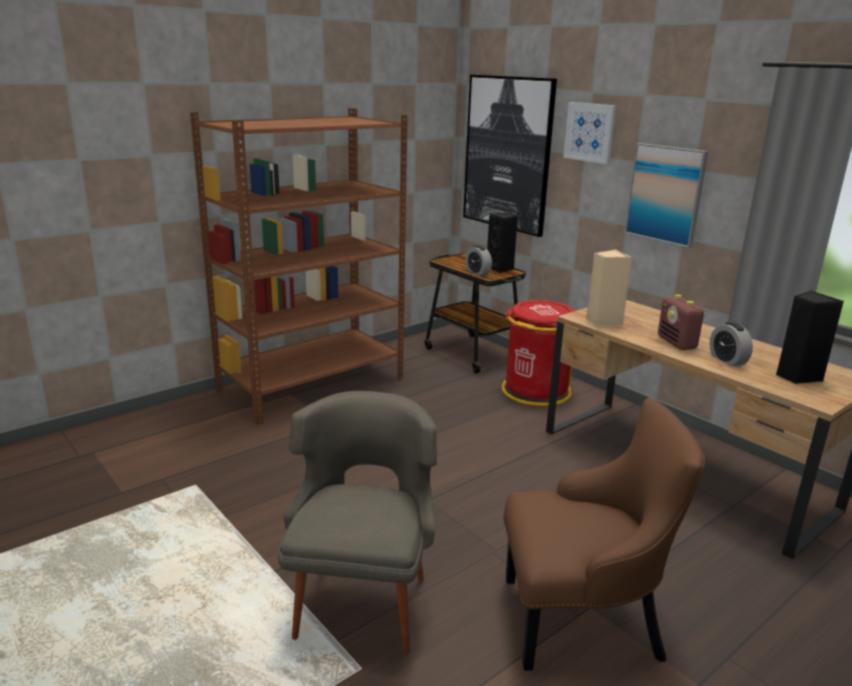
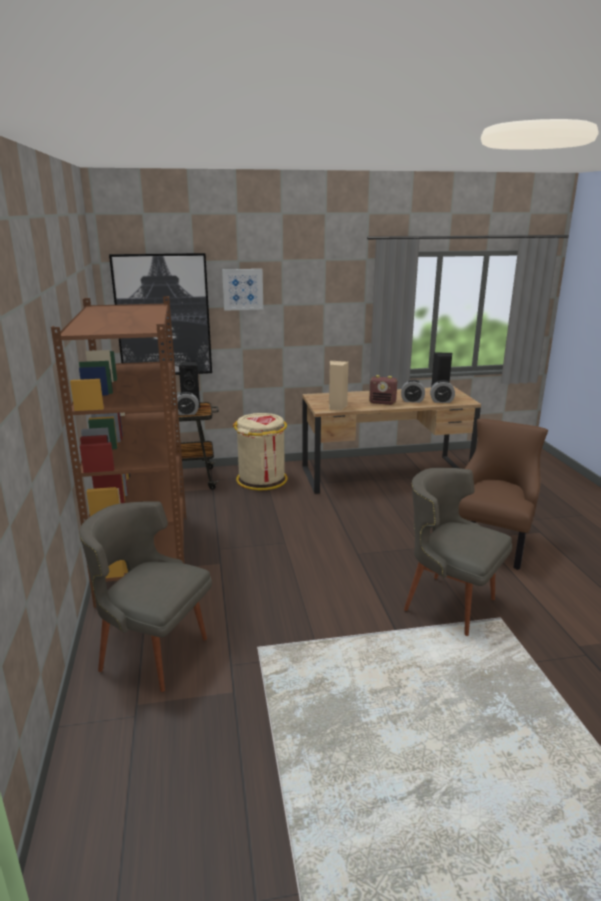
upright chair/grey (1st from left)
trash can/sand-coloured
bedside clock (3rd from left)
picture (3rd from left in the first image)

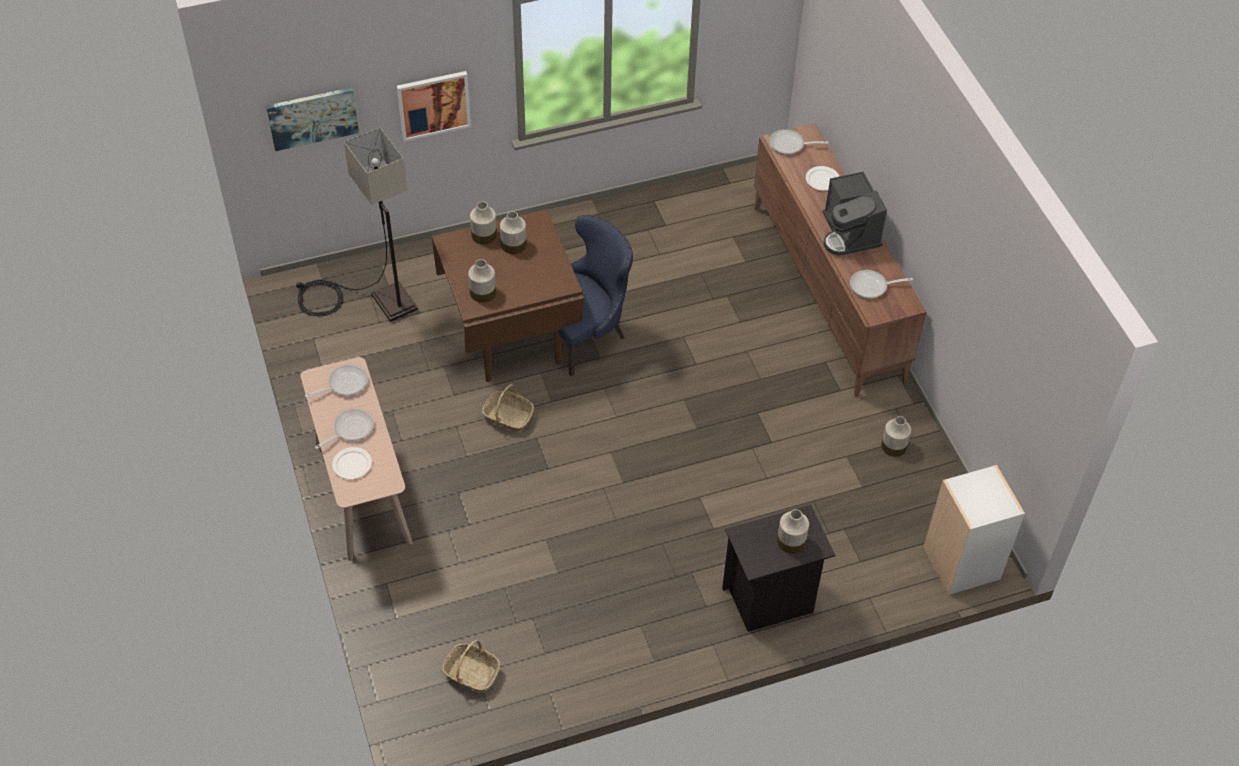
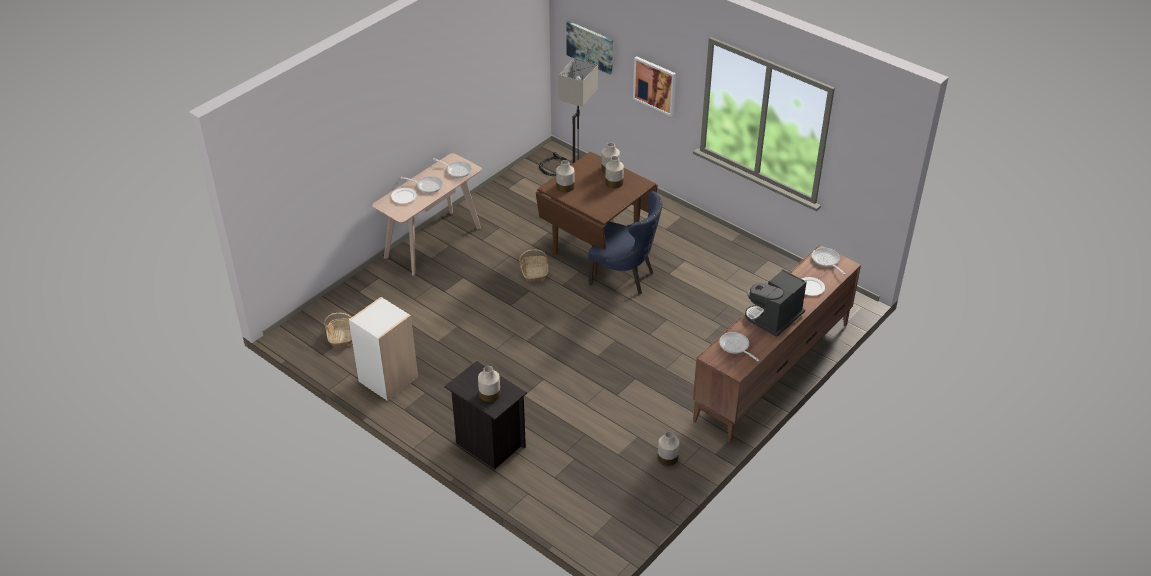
bookcase

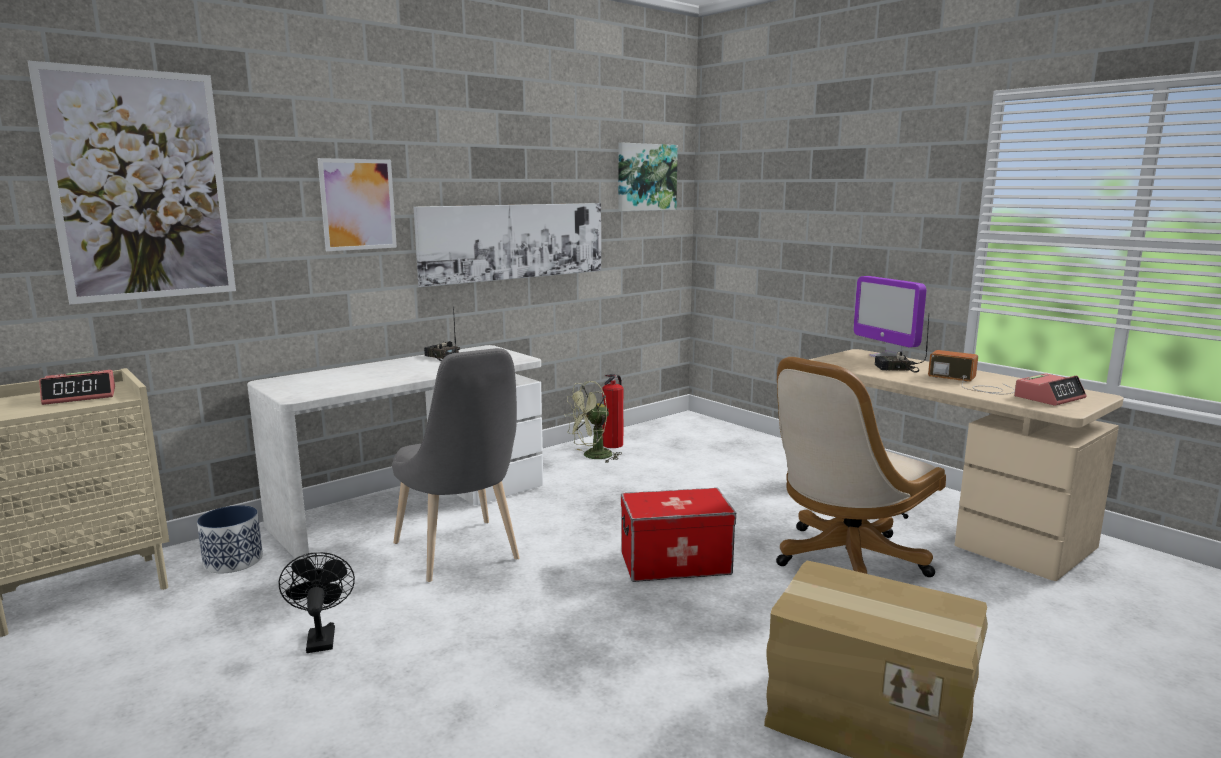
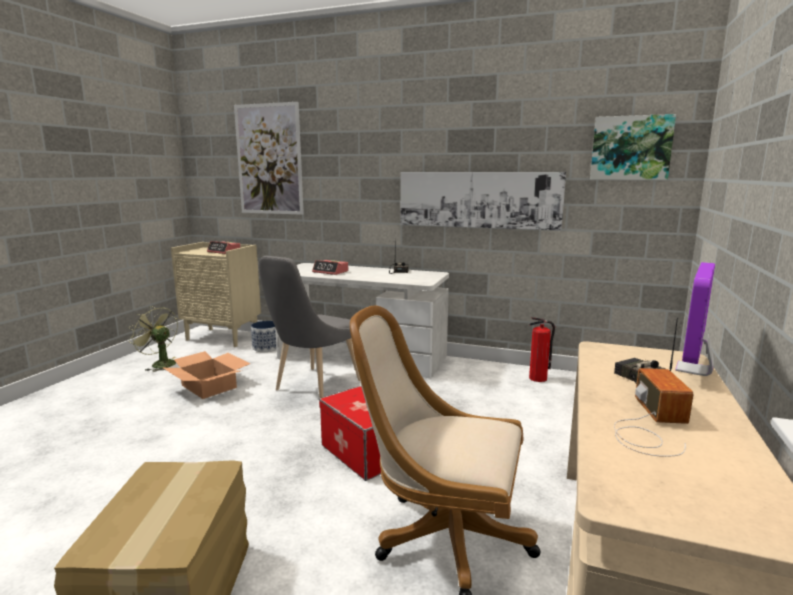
electric fan/green-coloured
cardboard box (2nd from left)
bedside clock (2nd from left)
picture (2nd from left in the first image)

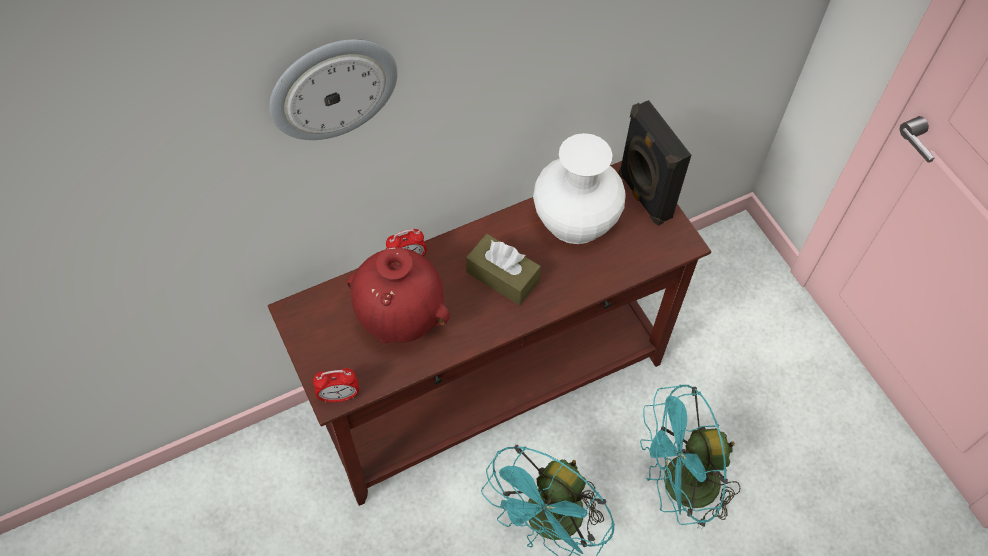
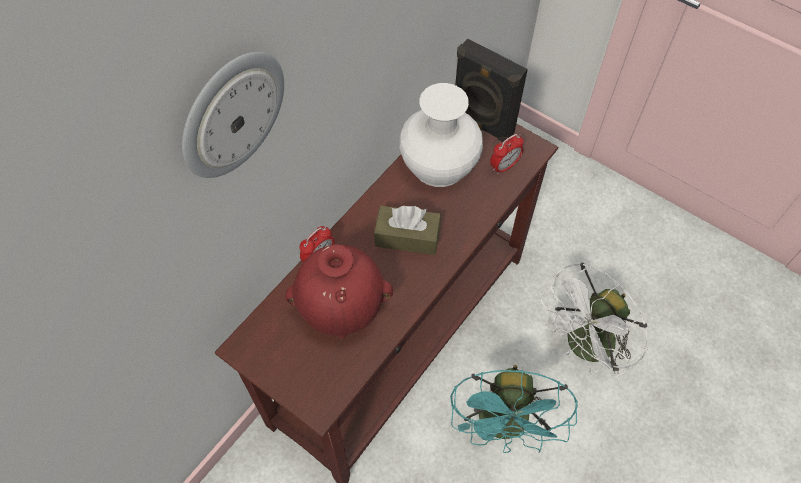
bedside clock (2nd from left)
electric fan/white

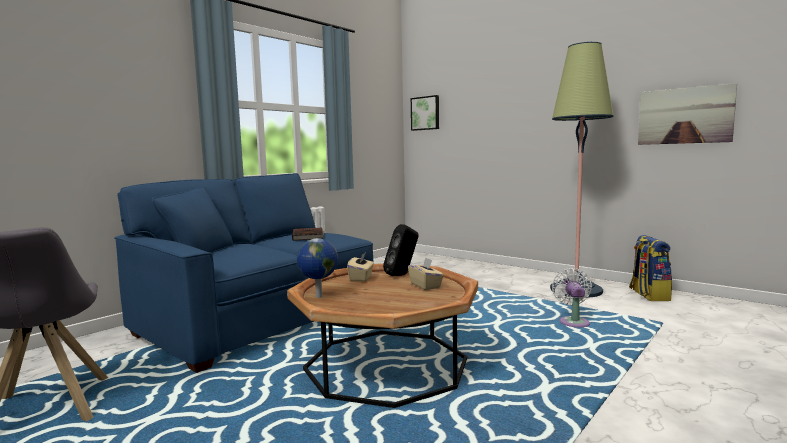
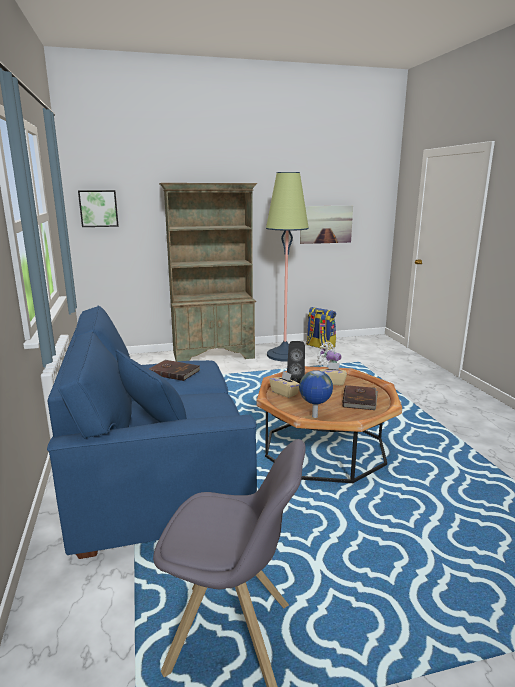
bookcase/green-coloured
book/brown-coloured (2nd from left)

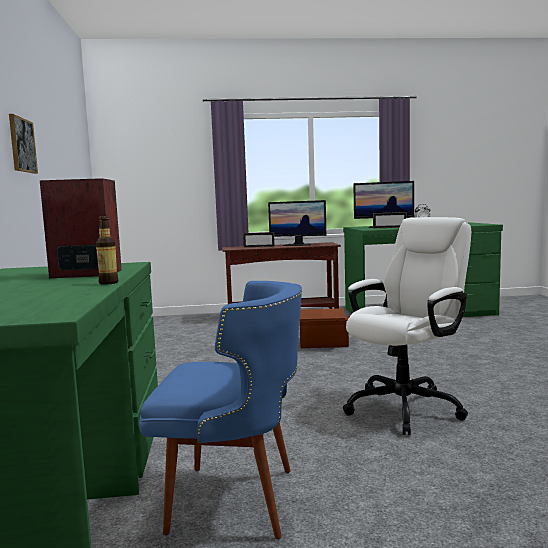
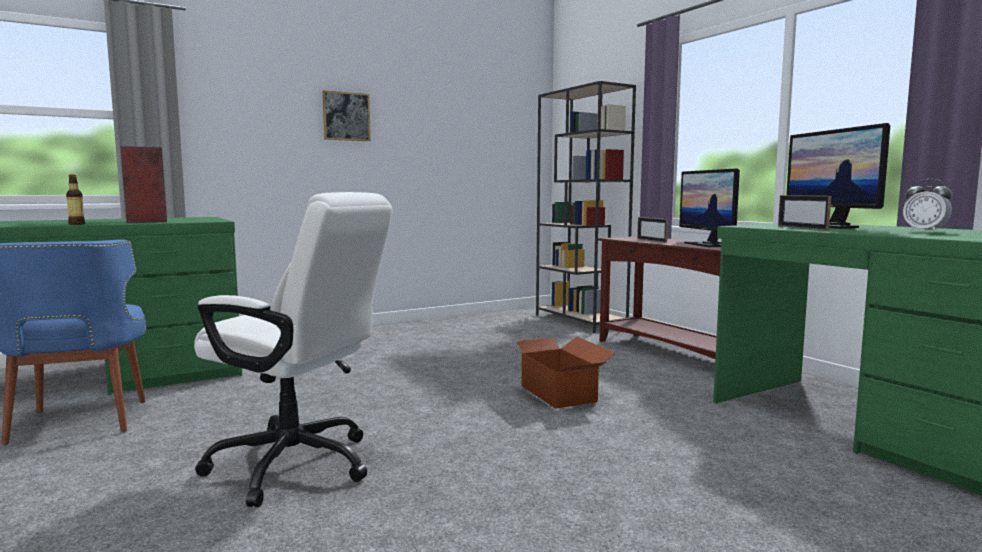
bookcase

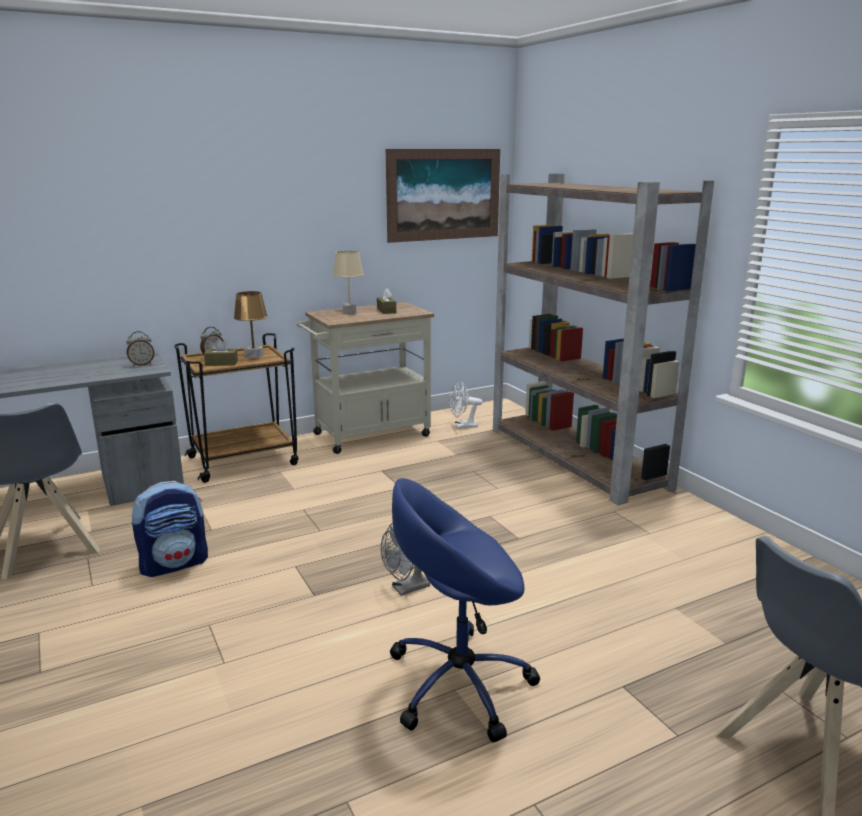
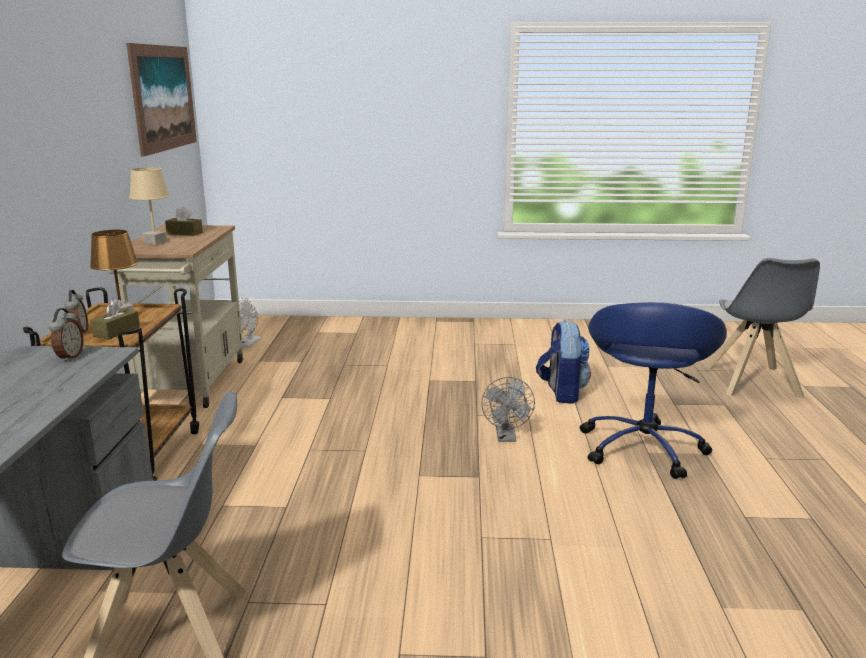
rucksack
bookcase/brown-coloured

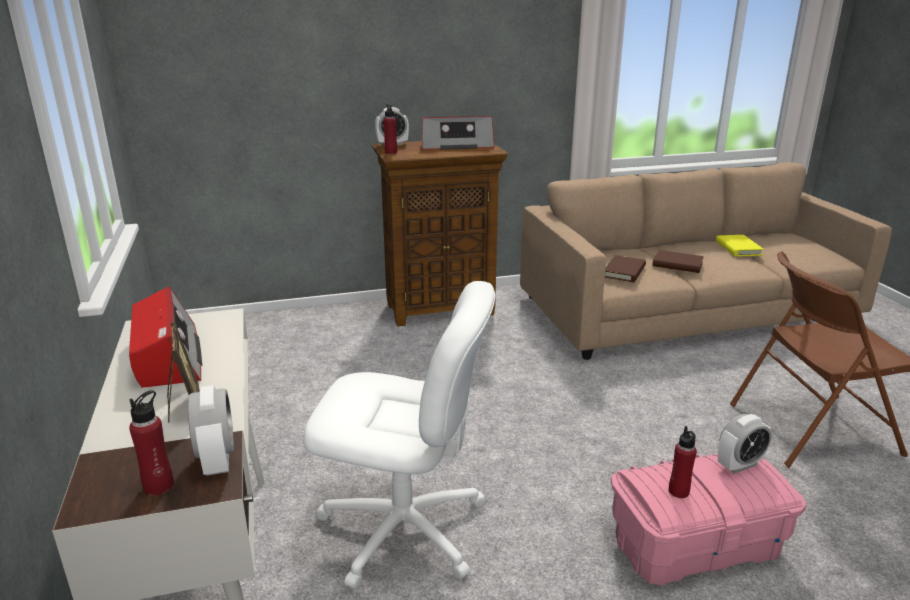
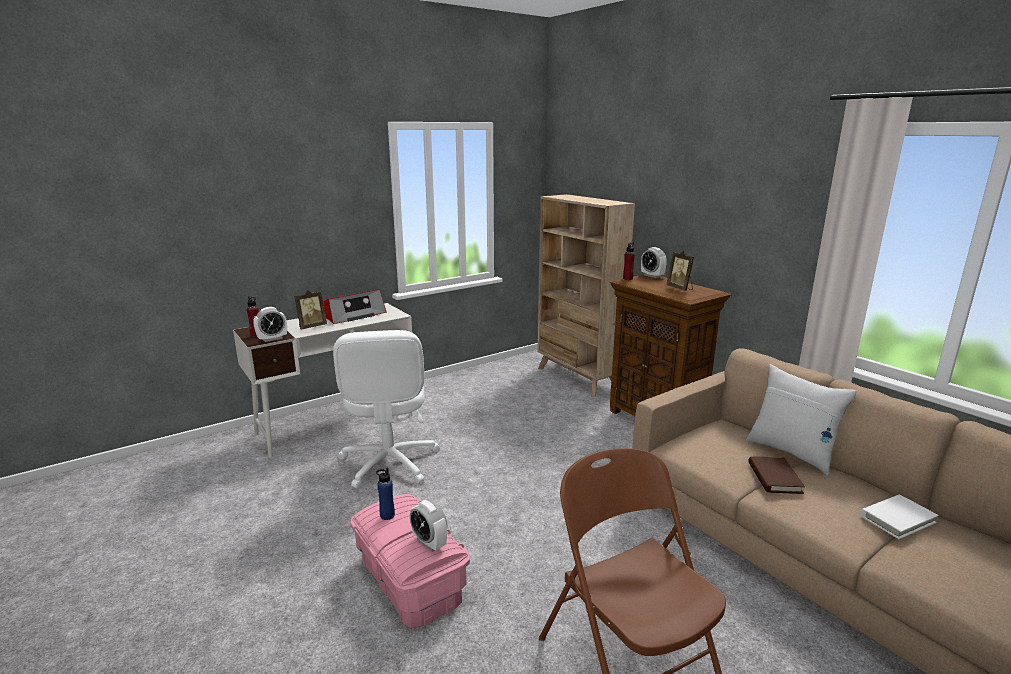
drink bottle/blue
bookcase/sand-coloured
standing frame (2nd from left)
throw pillow/grey
book/white
book/brown-coloured (1st from left in the first image)

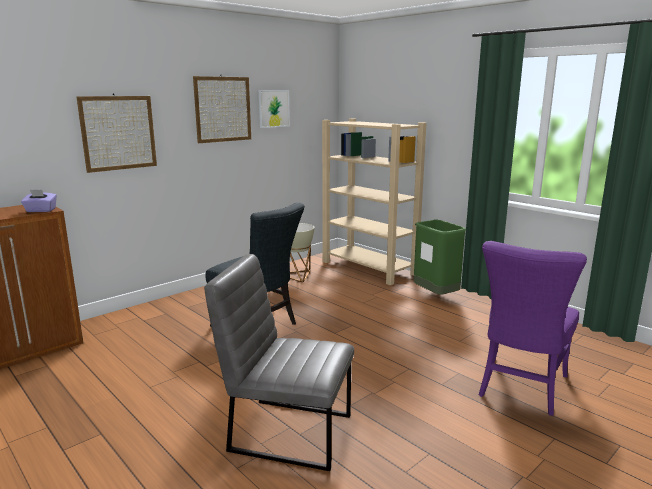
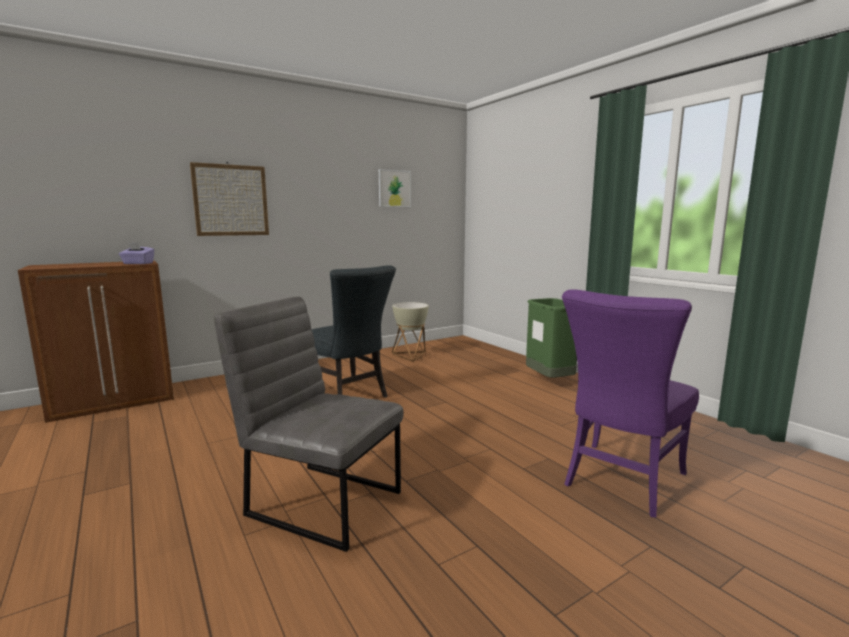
picture (2nd from left in the first image)
bookcase/sand-coloured

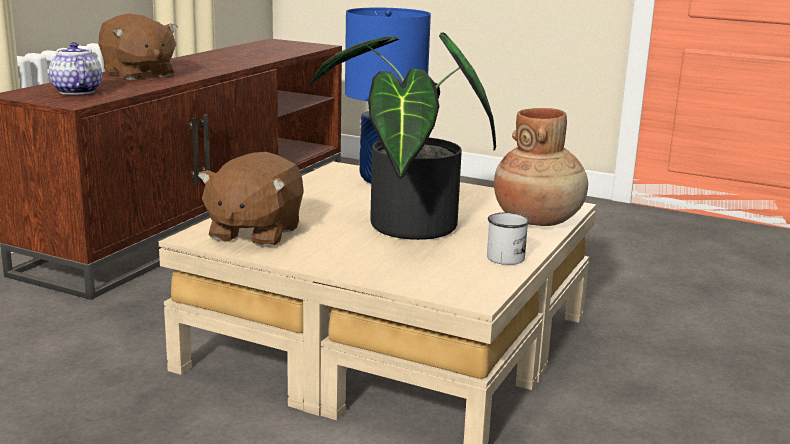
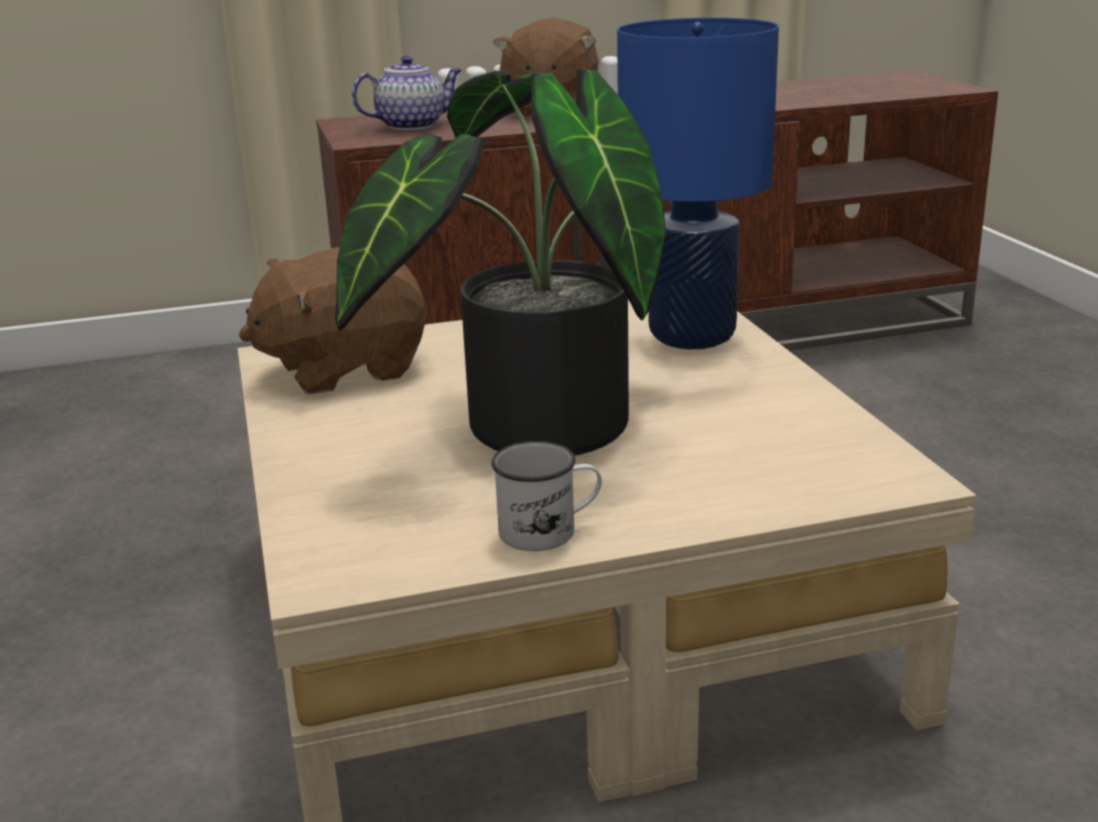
teapot
decorative vase/brown-coloured

